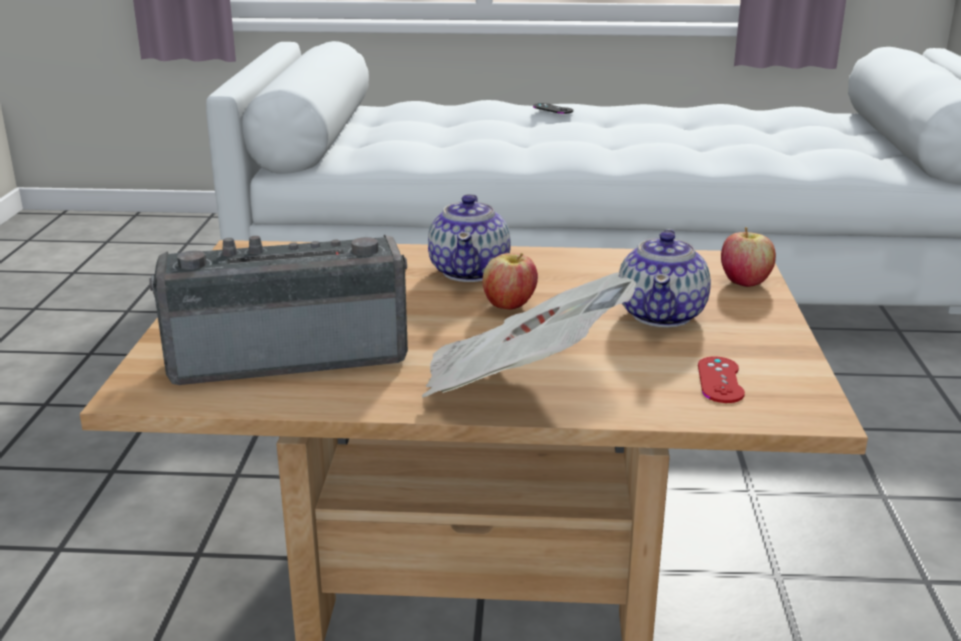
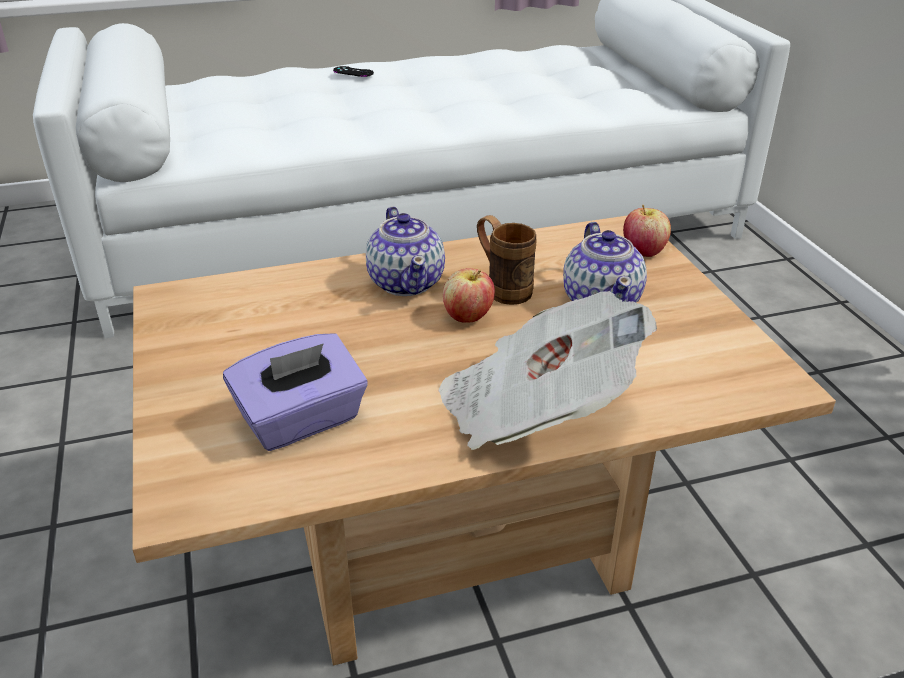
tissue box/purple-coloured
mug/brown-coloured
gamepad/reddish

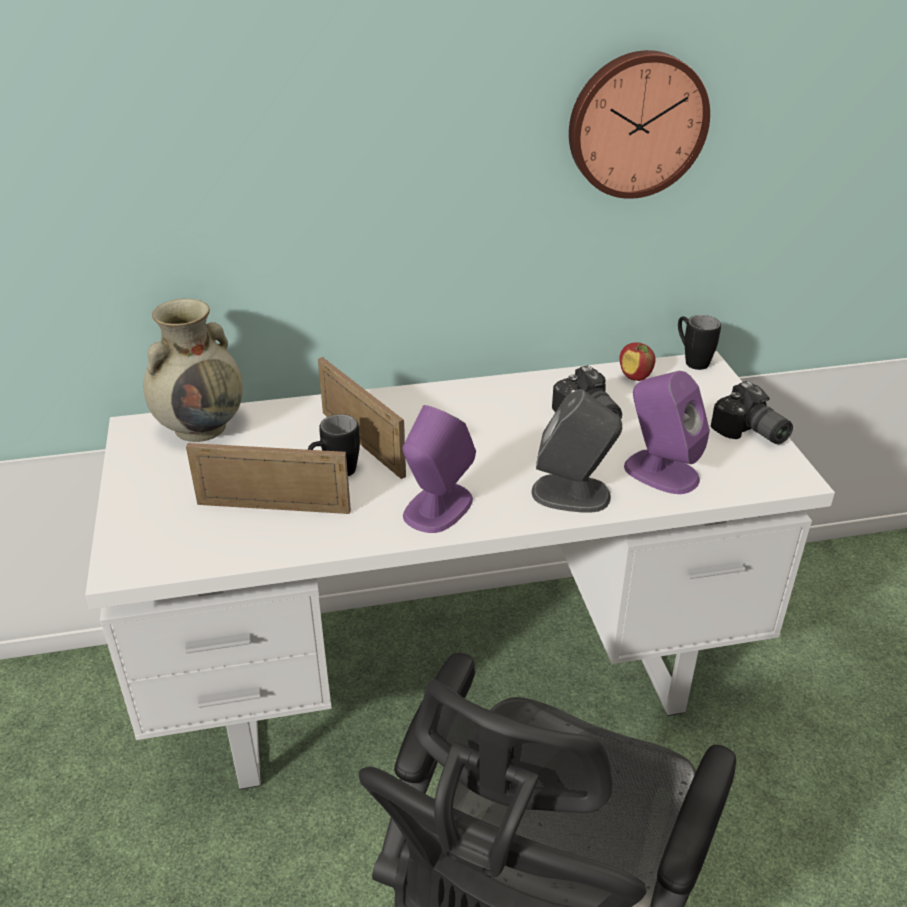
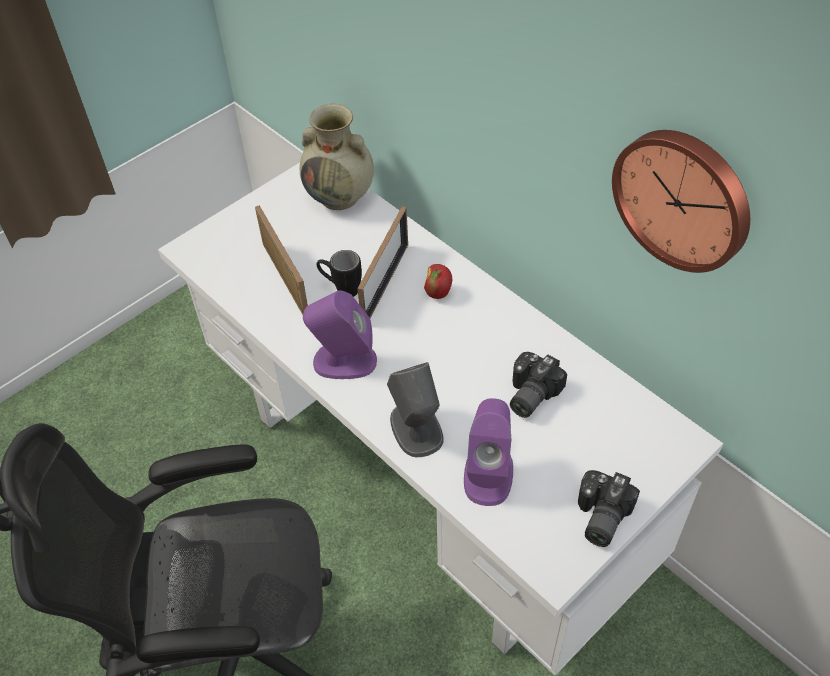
whole apple
mug/blackish (2nd from left in the first image)

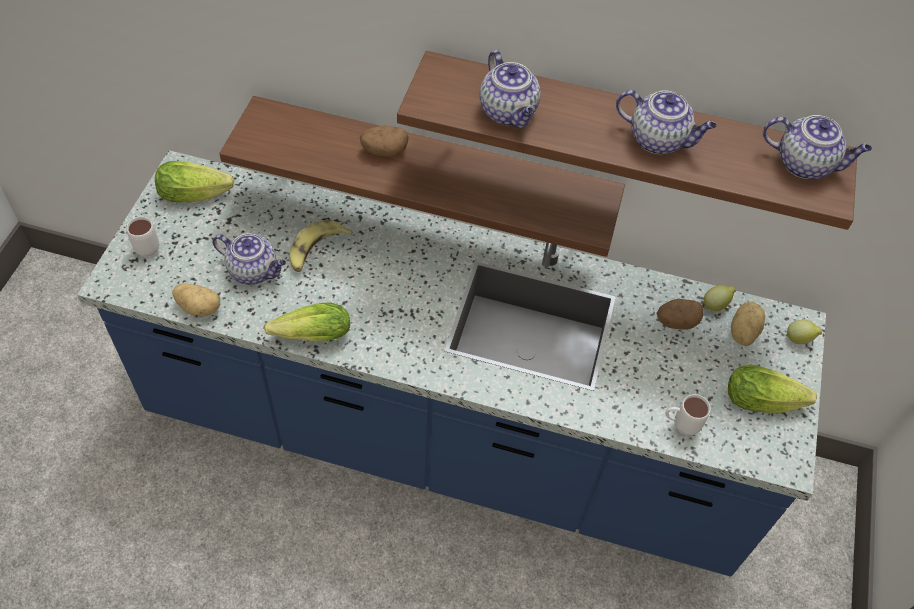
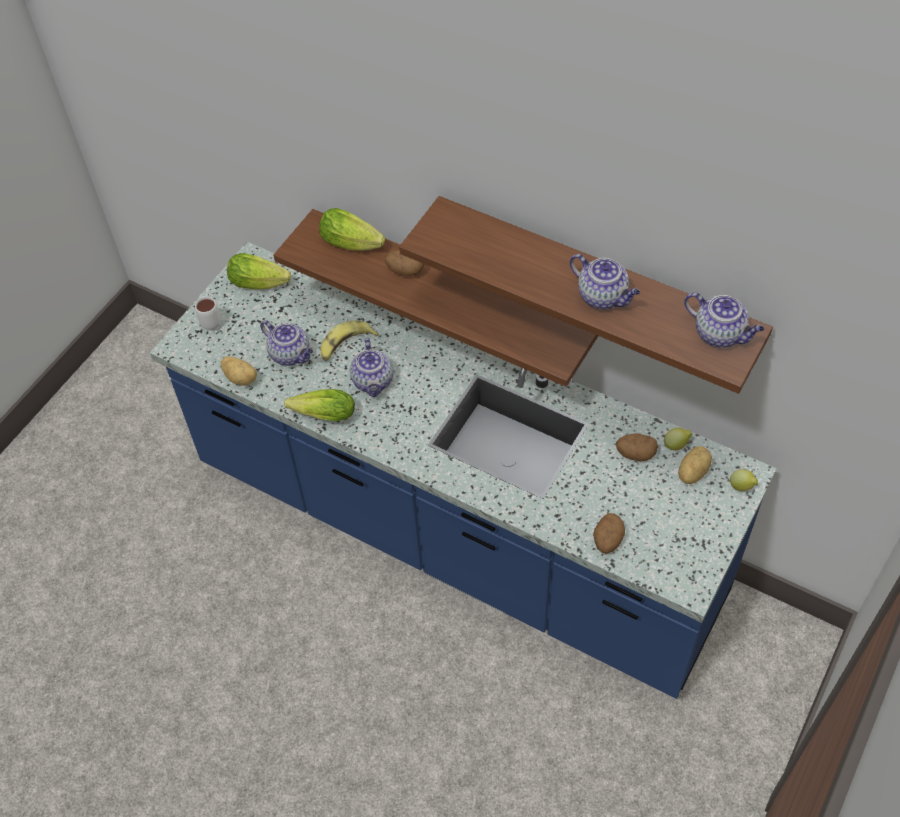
lettuce head (3rd from left)
teapot (2nd from left)
whole potato (3rd from left)

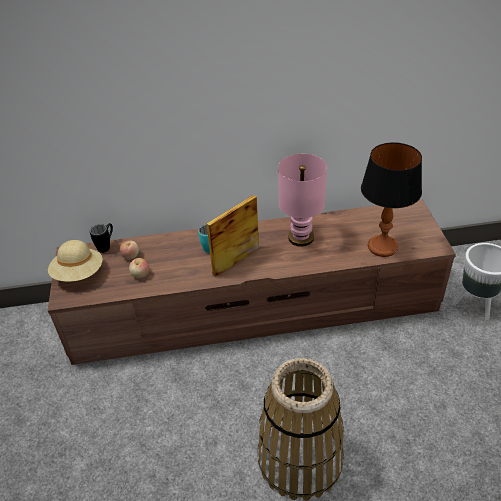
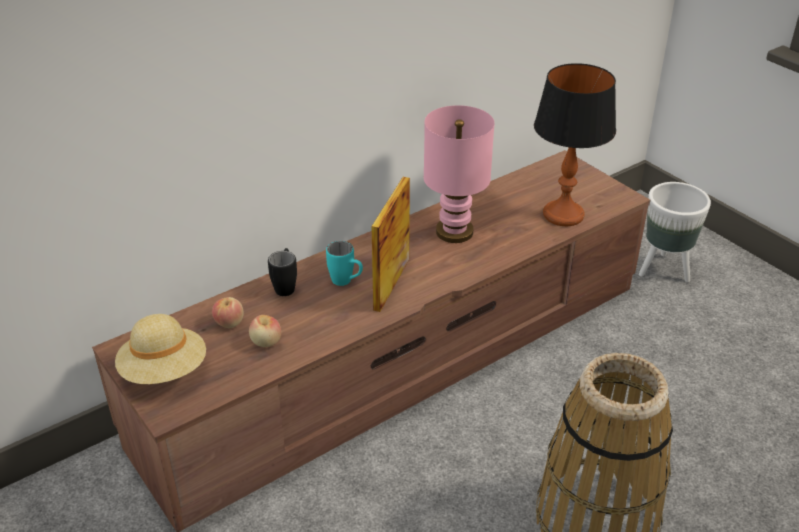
mug/blackish

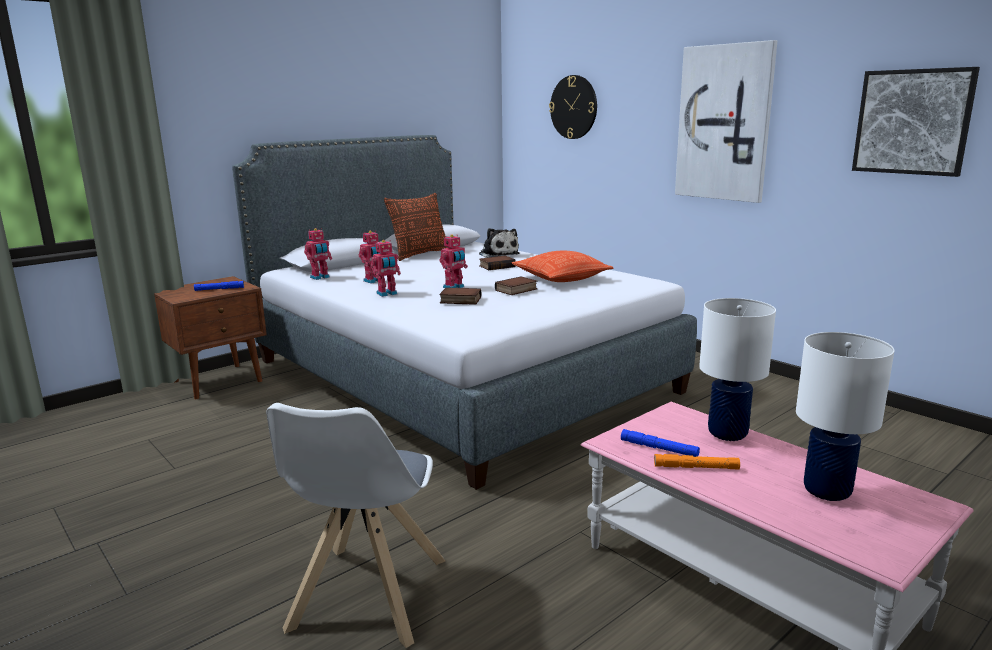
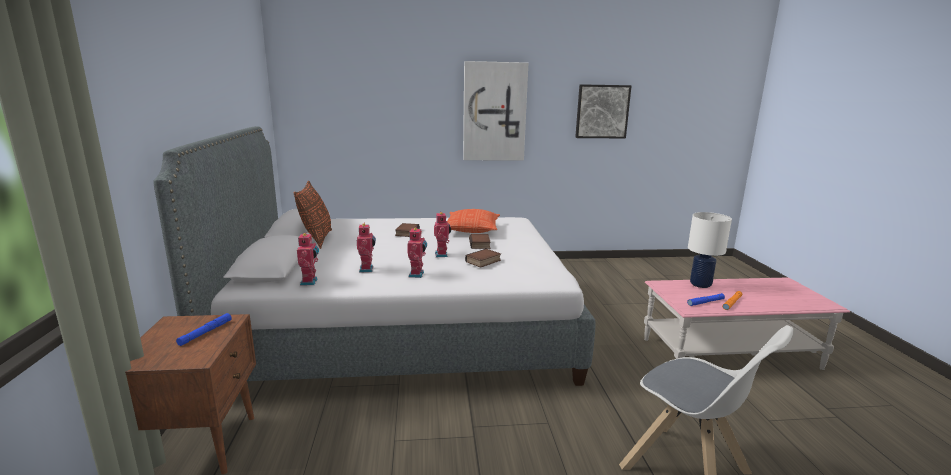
soft toy
clock on the wall
lamp for a table/white (2nd from left in the first image)

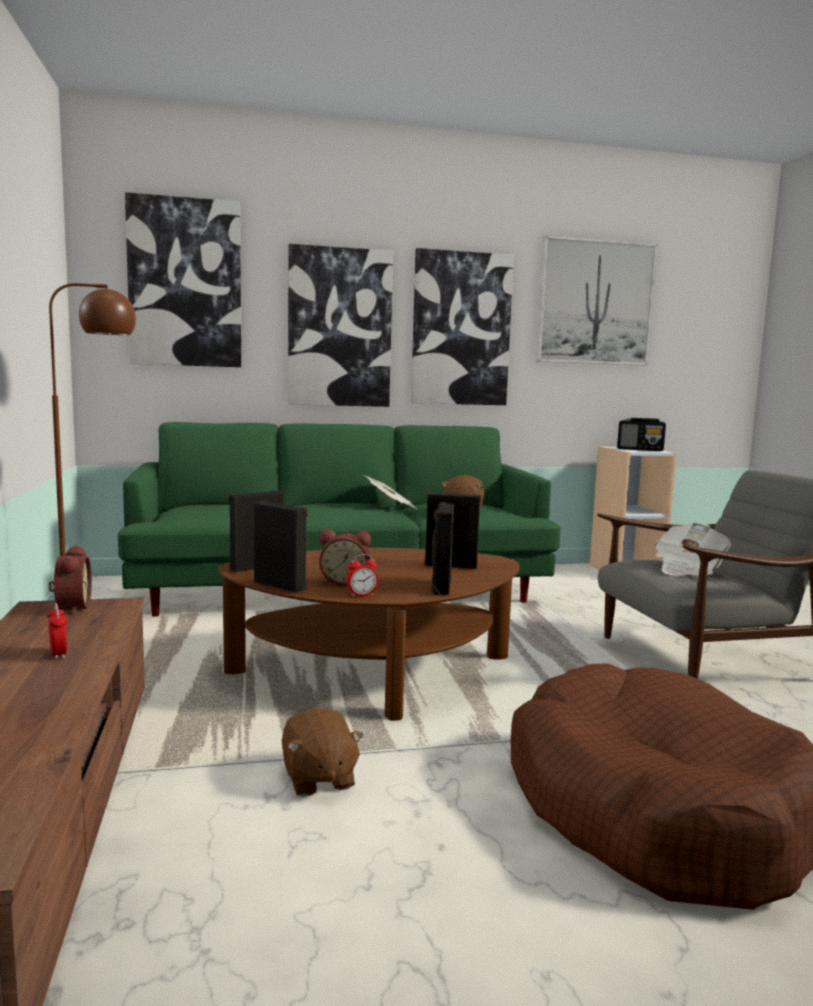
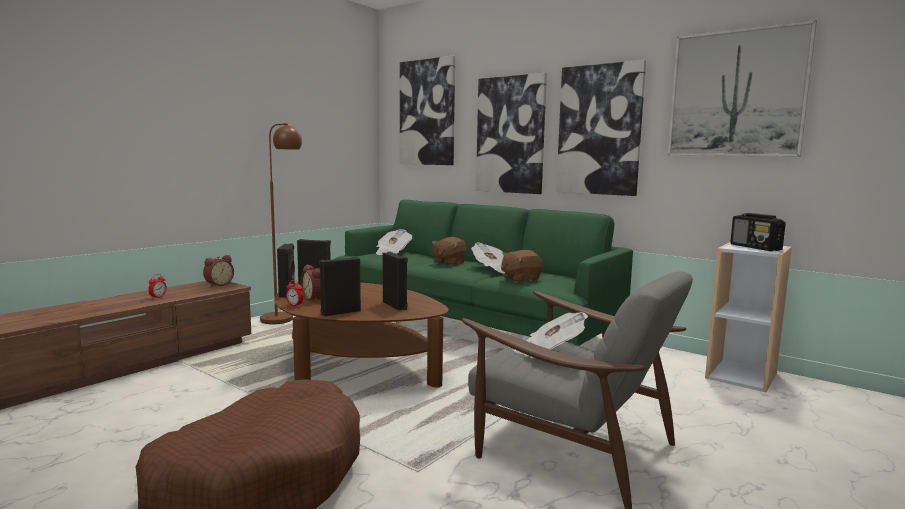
printed paper (1st from left)
soft toy/brown-coloured (1st from left)

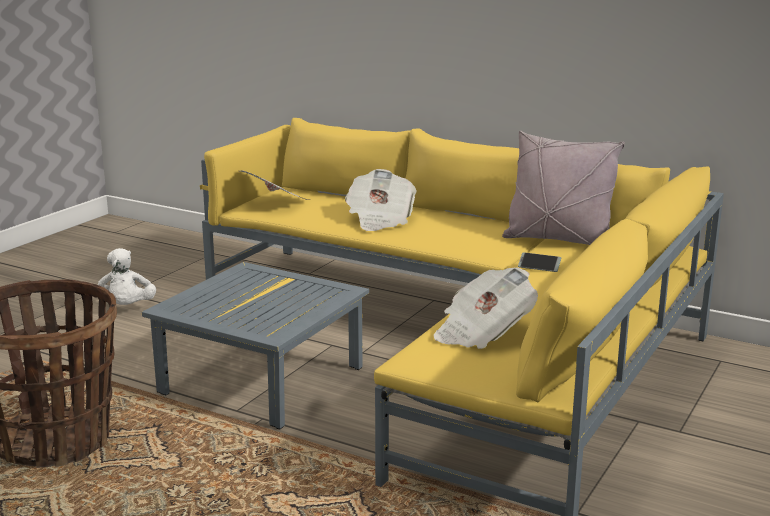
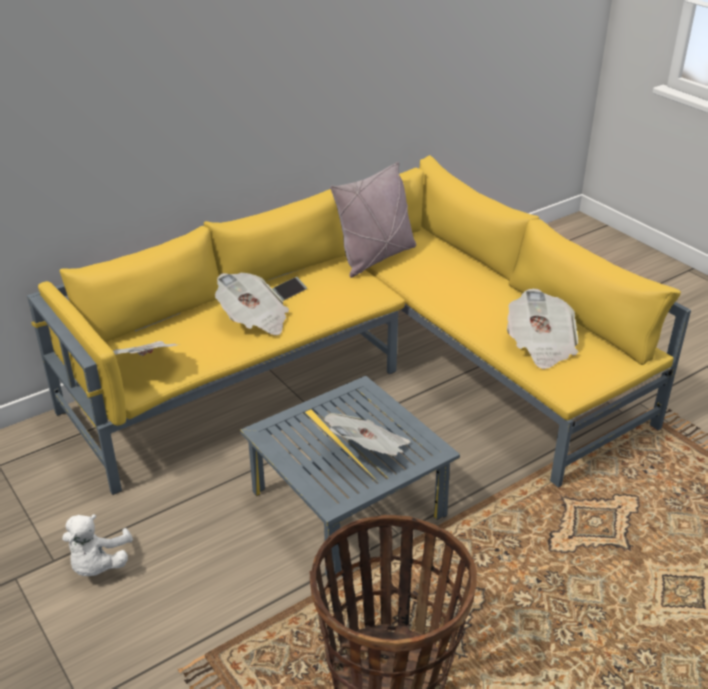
soft toy/white
telephone
printed paper (3rd from left)

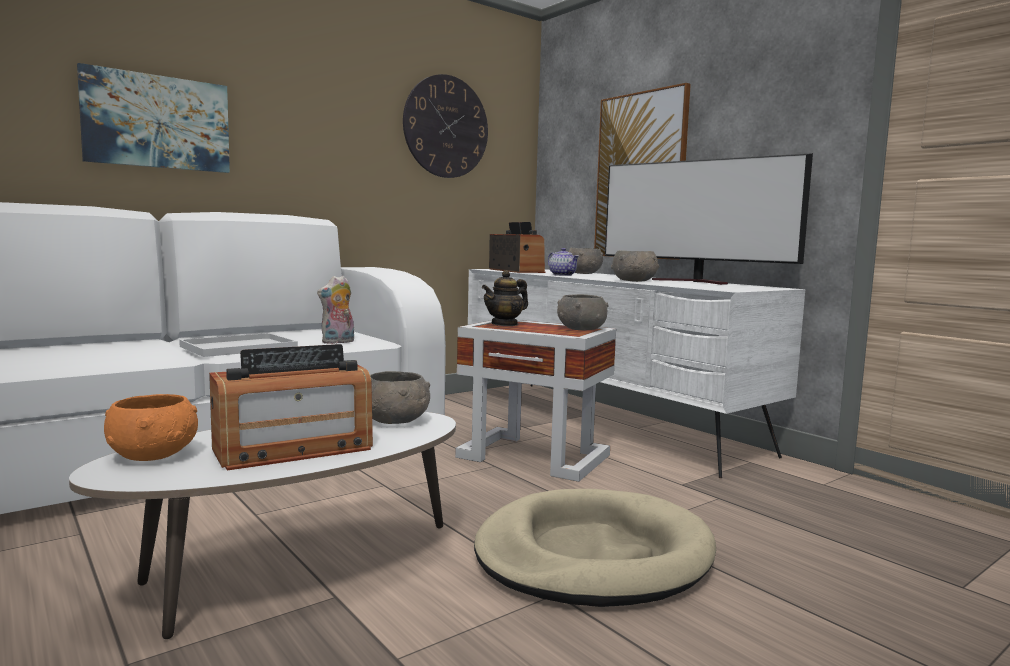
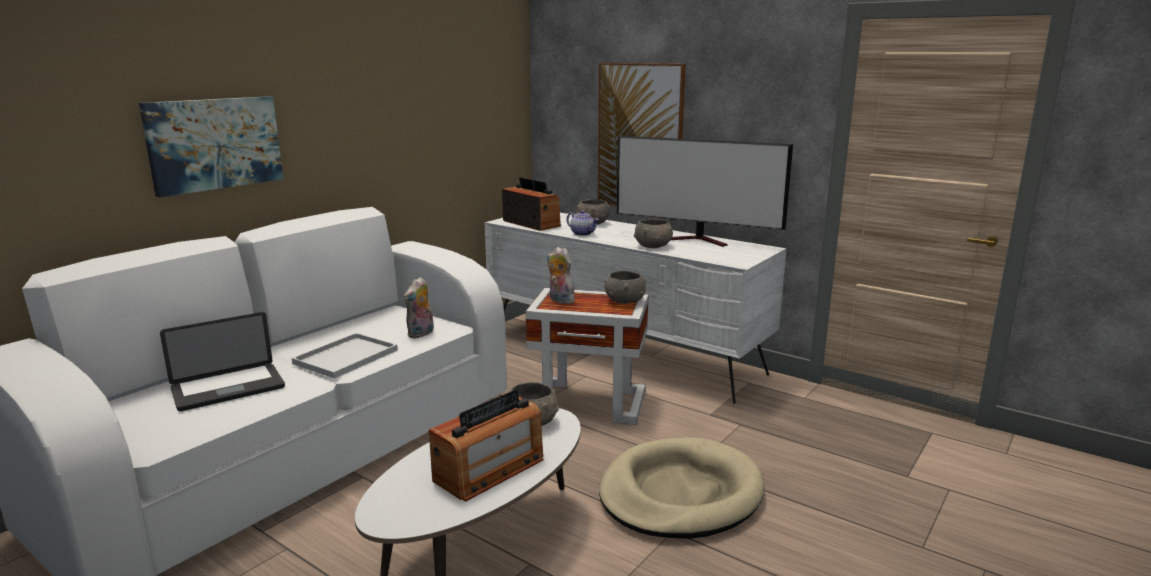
notebook computer
soft toy (2nd from left)
bowl/orangey
clock on the wall

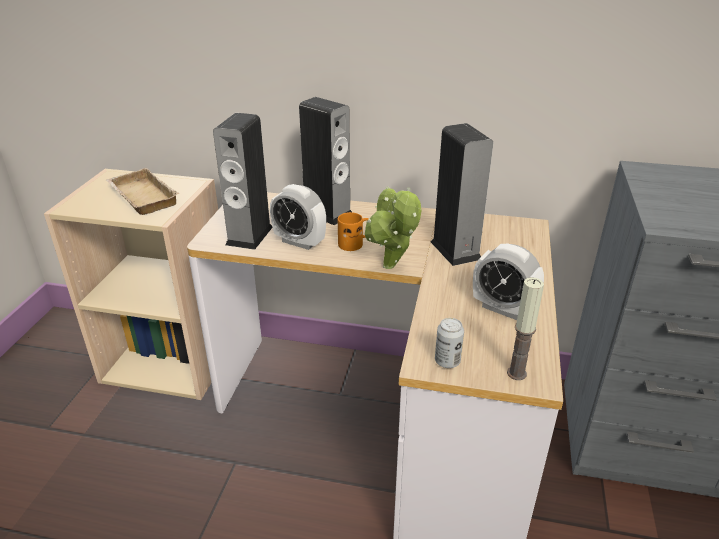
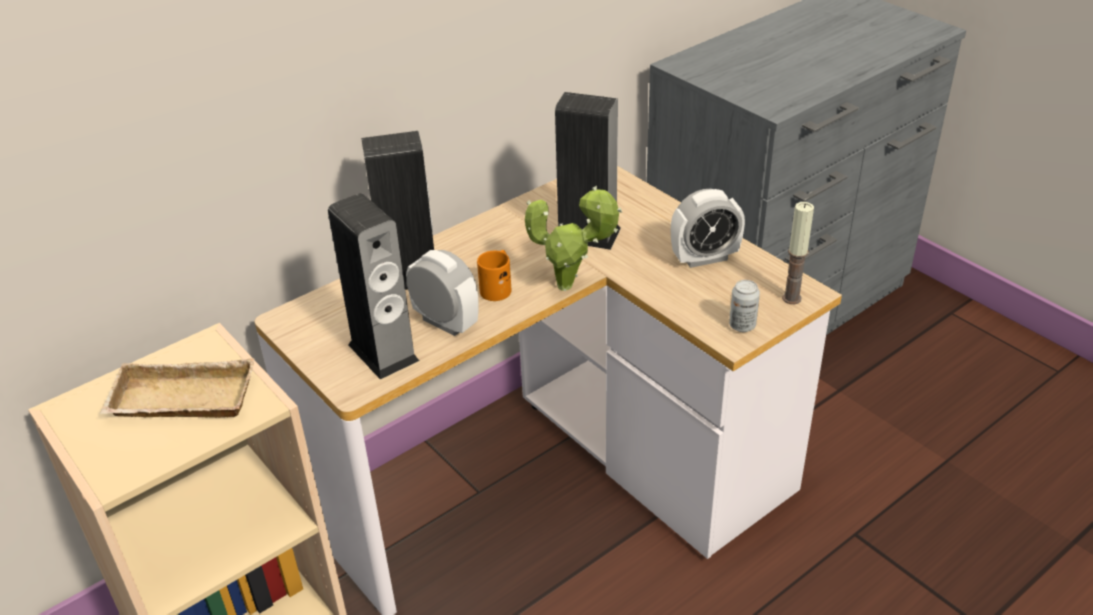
bedside clock (1st from left)

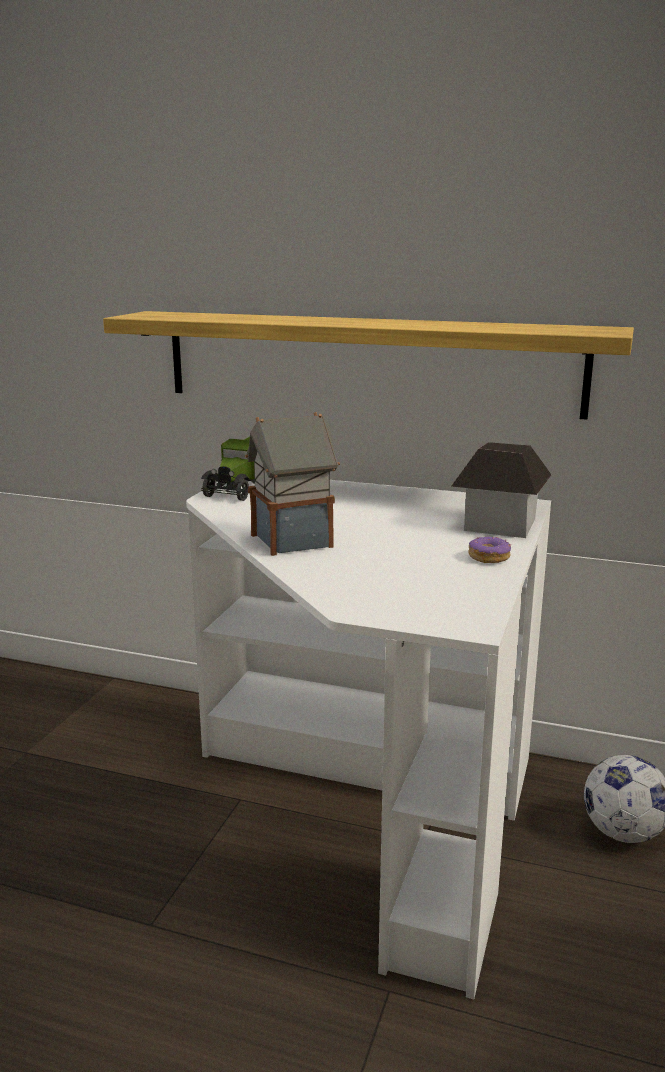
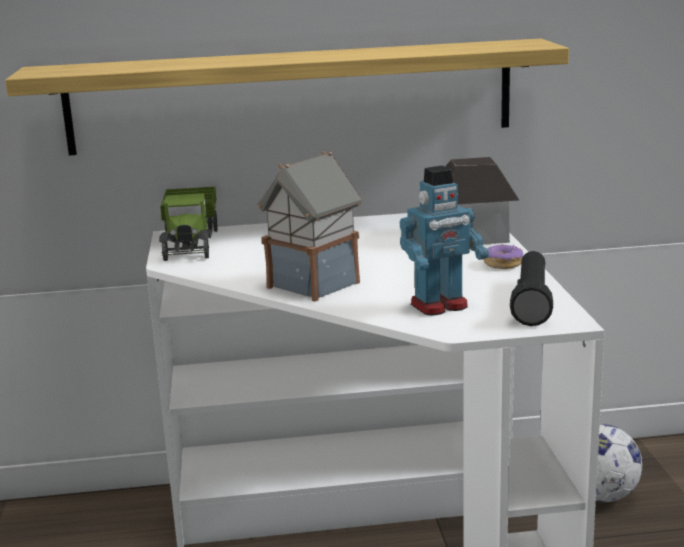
model robot
hand torch/blackish

